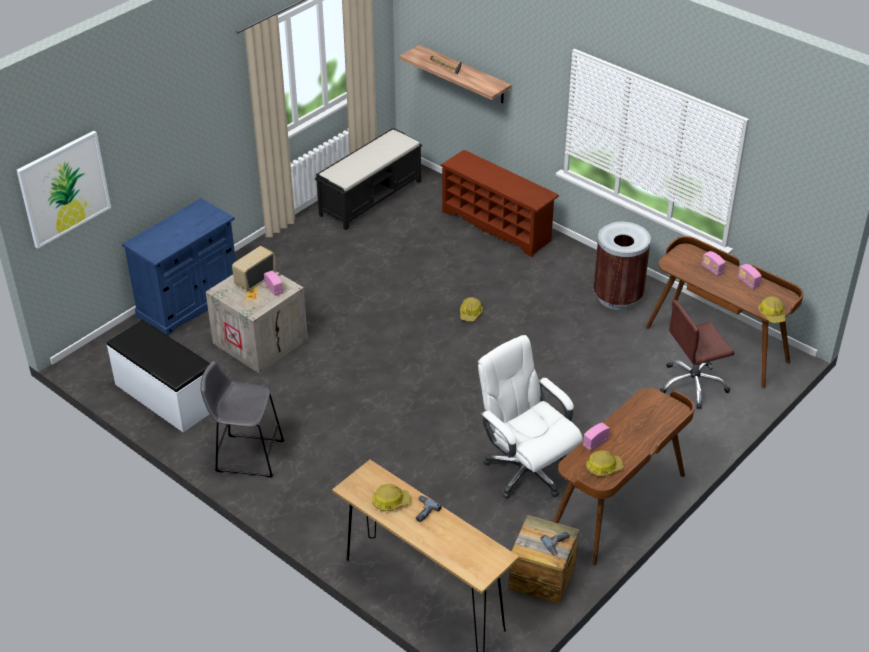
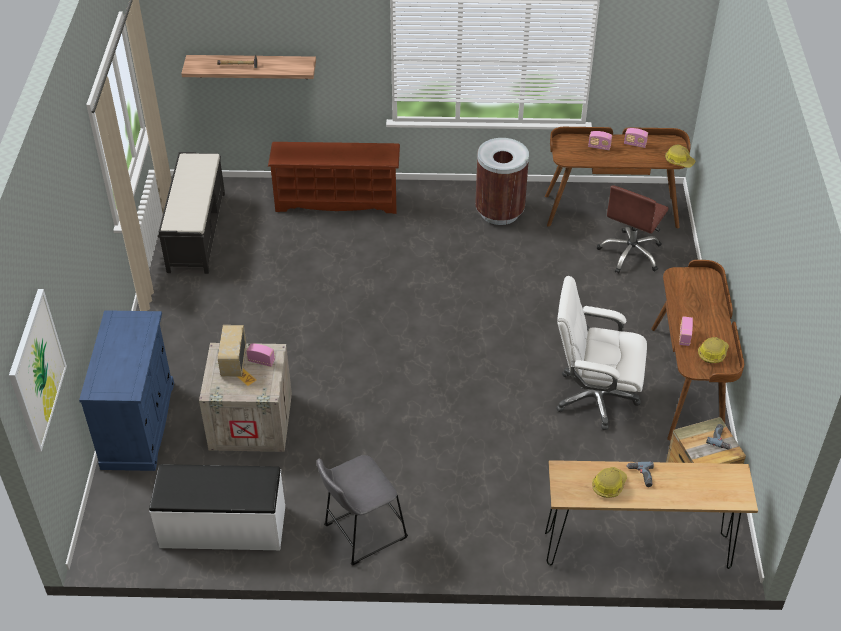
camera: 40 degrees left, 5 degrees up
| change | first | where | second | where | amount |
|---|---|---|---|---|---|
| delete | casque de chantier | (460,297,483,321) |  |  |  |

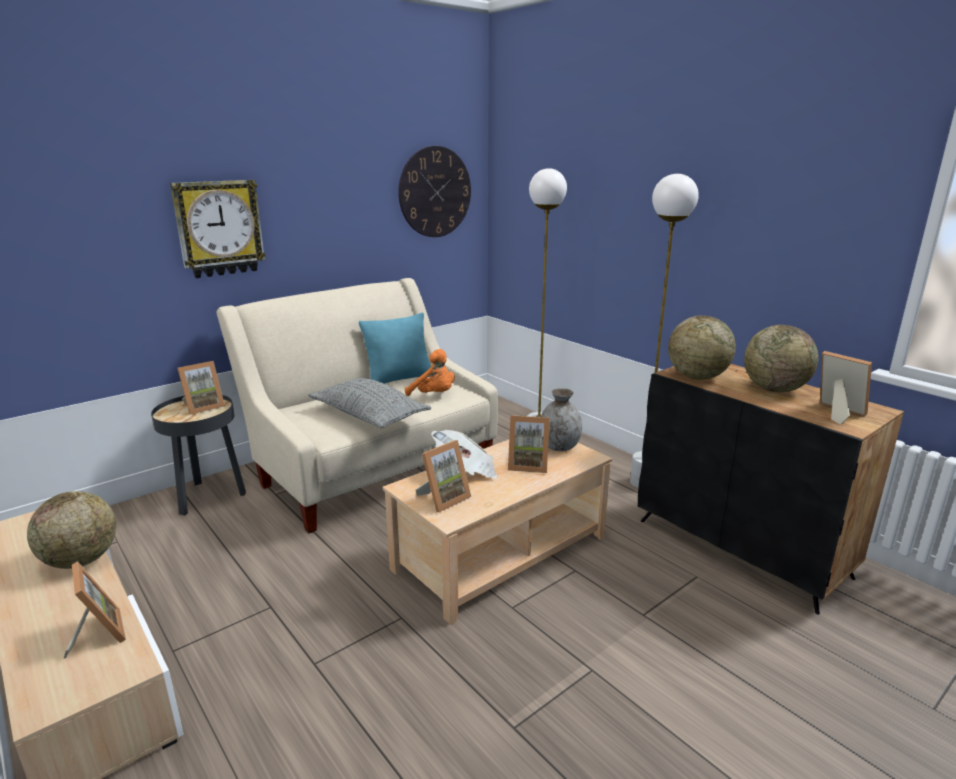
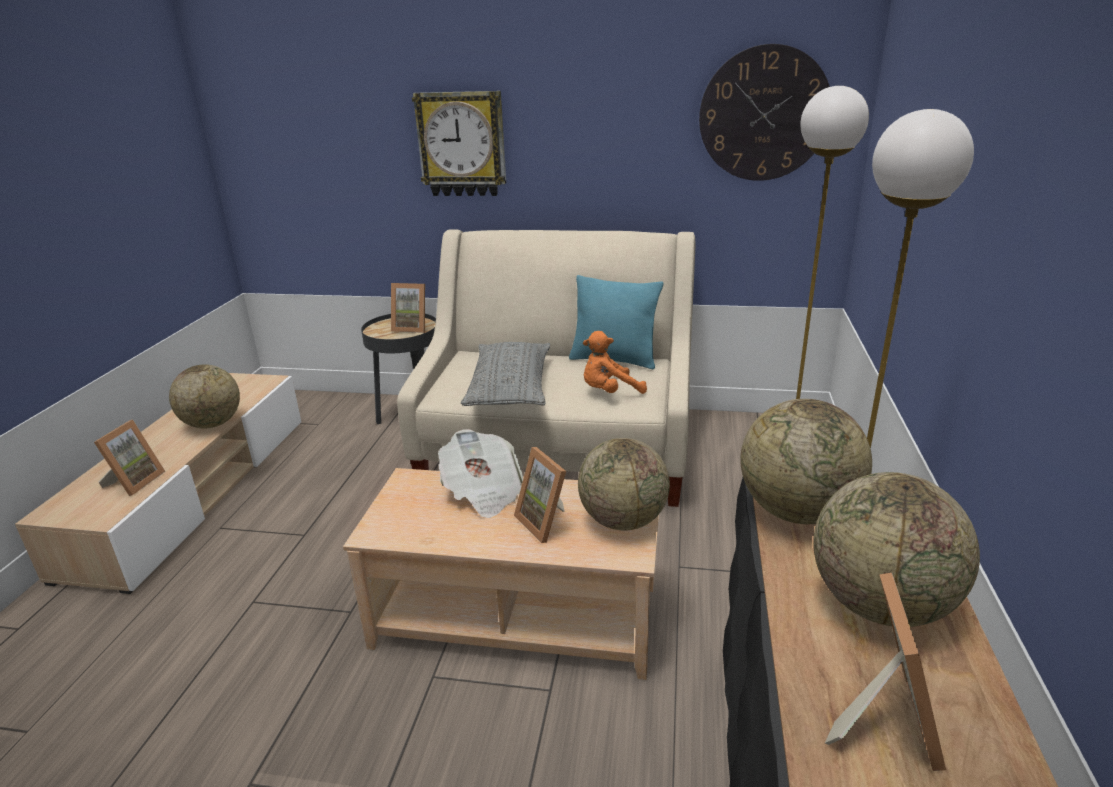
camera: 50 degrees right, 5 degrees up
| change | first | where | second | where | amount |
|---|---|---|---|---|---|
| rotate | peluche/orange | (405,349,455,396) |  | (583,331,647,394) | 75 degrees clockwise |
| replace | vase/gris | (541,388,582,451) | globe | (578,438,670,530) |  |
| delete | cadre photo | (415,440,471,512) |  |  |  |

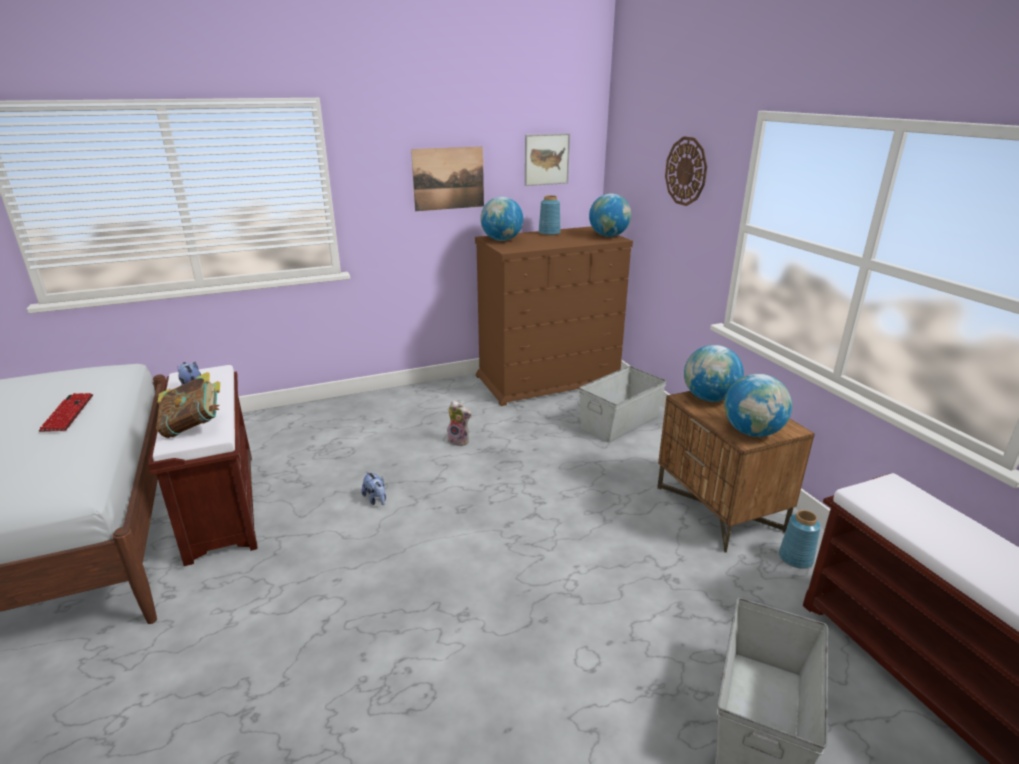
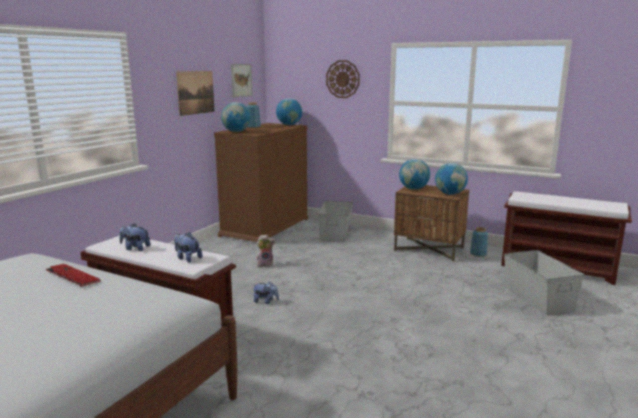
camera: 40 degrees left, 10 degrees down
| change | first | where | second | where | amount |
|---|---|---|---|---|---|
| replace | livre | (156,372,220,438) | peluche | (174,232,203,263) |  |

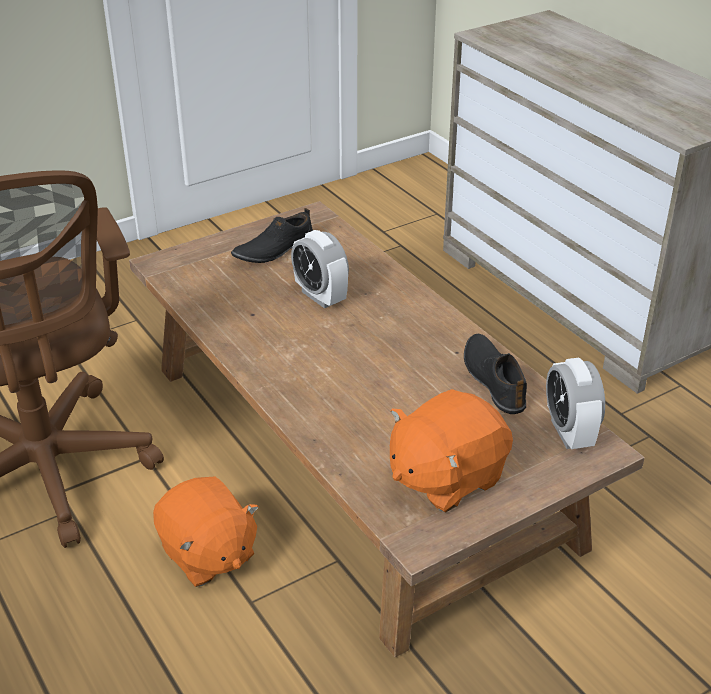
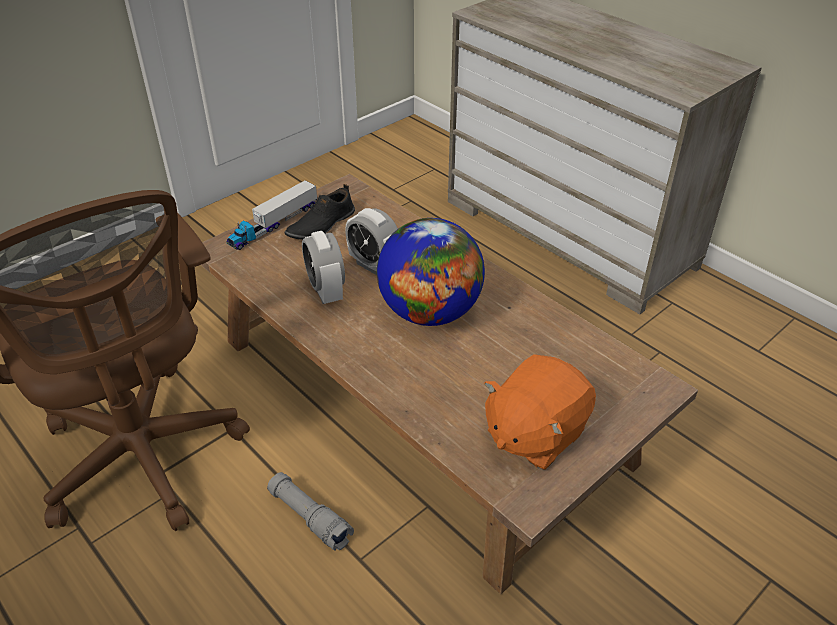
camera: 10 degrees left, 5 degrees up
| change | first | where | second | where | amount |
|---|---|---|---|---|---|
| delete | chaussure/noir | (464,334,527,414) |  |  |  |
| move | réveil | (546,358,605,449) |  | (302,231,345,304) |  |
| replace | peluche/orange | (153,476,259,587) | lampe de poche/gris | (267,472,354,551) |  |
| insert |  |  | camion jouet | (227,181,317,250) |  |
| insert |  |  | globe | (377,218,485,326) |  |

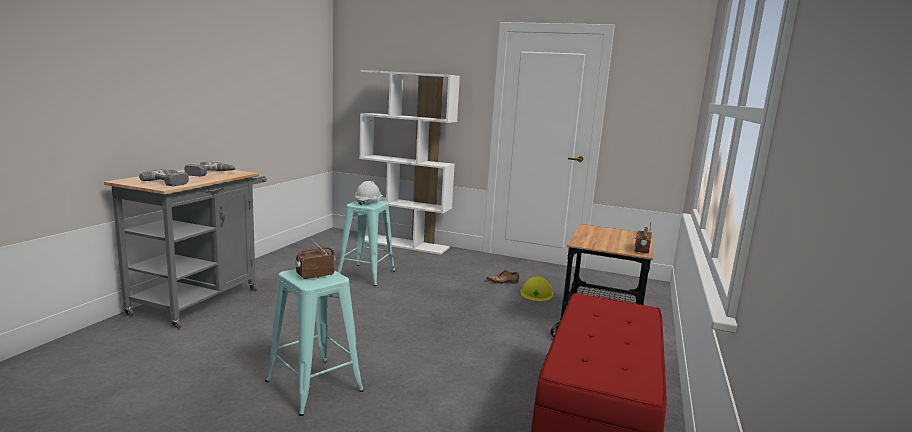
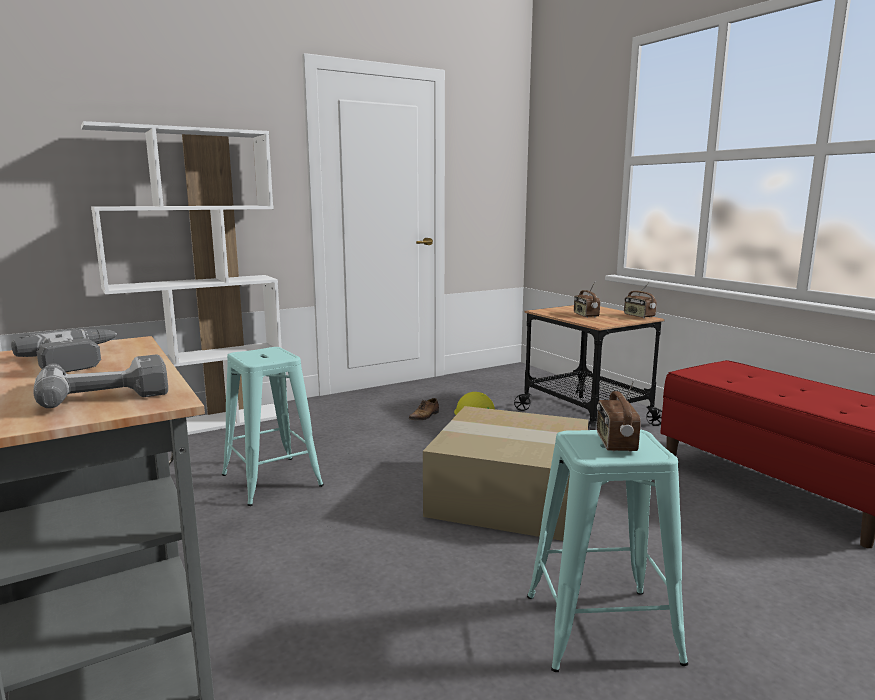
camera: 50 degrees left, 0 degrees up
| change | first | where | second | where | amount |
|---|---|---|---|---|---|
| delete | casque de chantier/blanc | (355,181,383,205) |  |  |  |
| insert |  |  | radio | (574,282,600,318) |  |
| insert |  |  | carton | (423,406,588,541) |  |

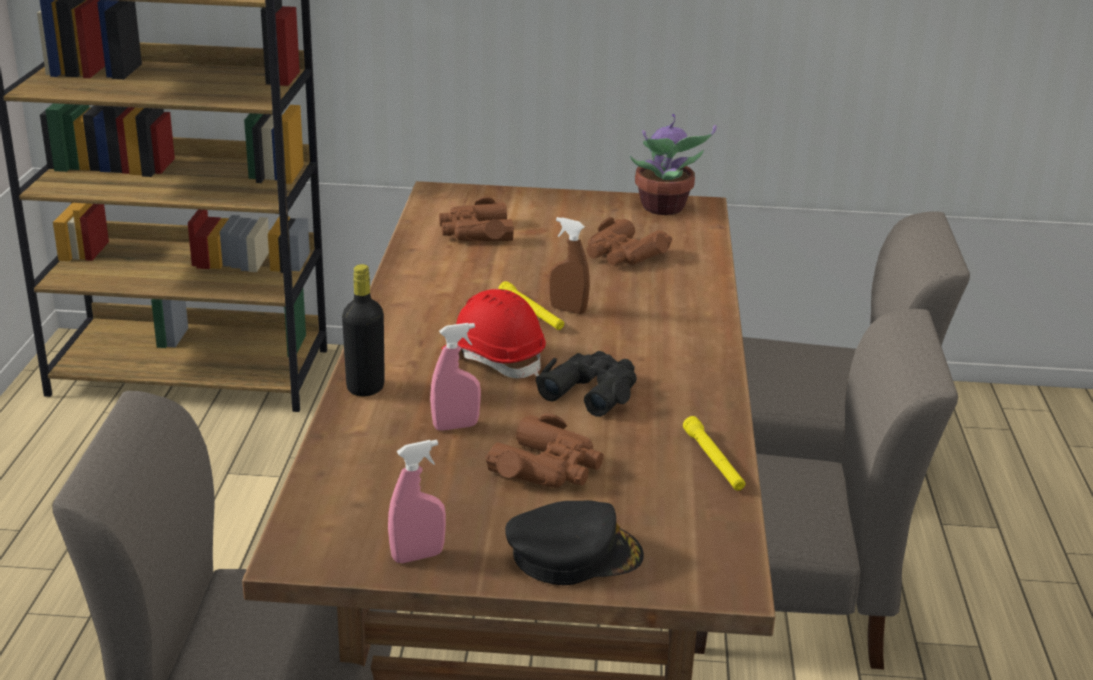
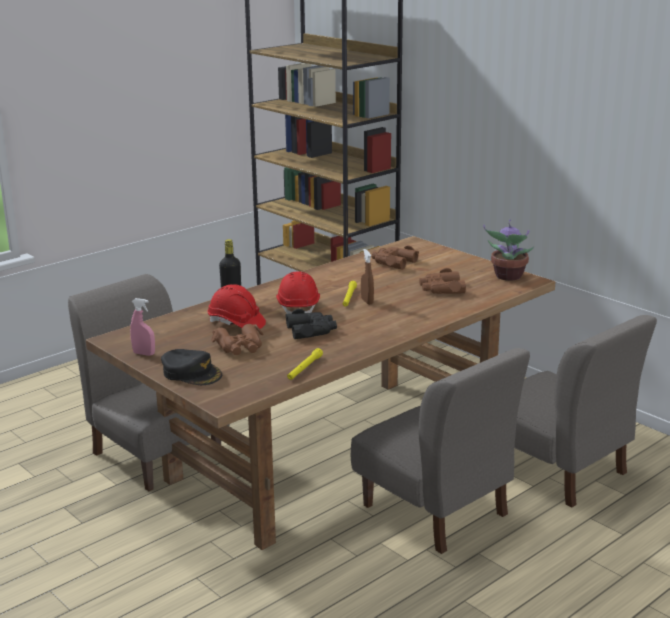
camera: 45 degrees right, 5 degrees down
| change | first | where | second | where | amount |
|---|---|---|---|---|---|
| replace | vaporisateur/rose | (430,323,481,431) | casque de chantier/rouge | (208,284,266,329) |  |

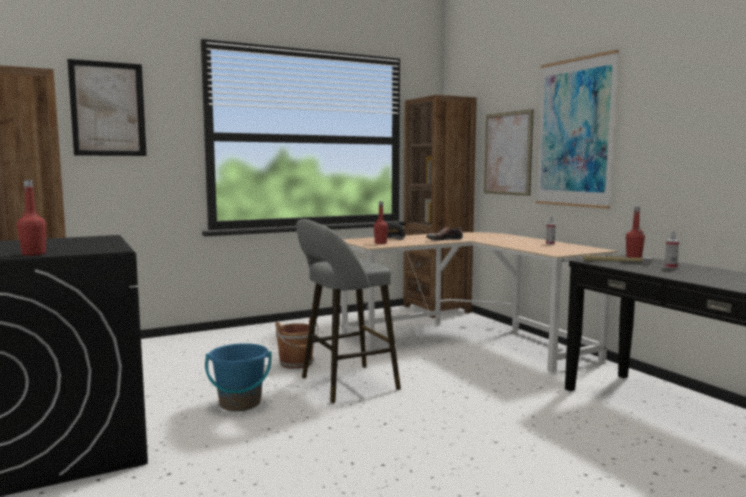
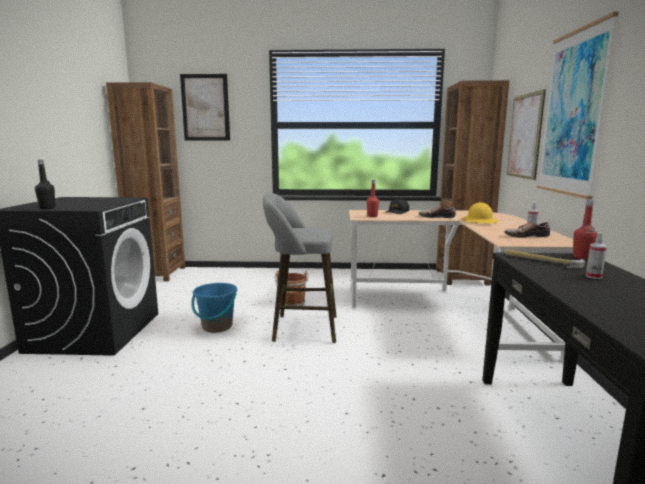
camera: 30 degrees right, 5 degrees up
| change | first | where | second | where | amount |
|---|---|---|---|---|---|
| recolor | bouteille/rouge | (17,180,46,256) | bouteille/noir | (35,160,55,209) |  |
| insert |  |  | casque de chantier/jaune | (461,202,499,223) |  |
| insert |  |  | chaussure | (505,222,550,238) |  |

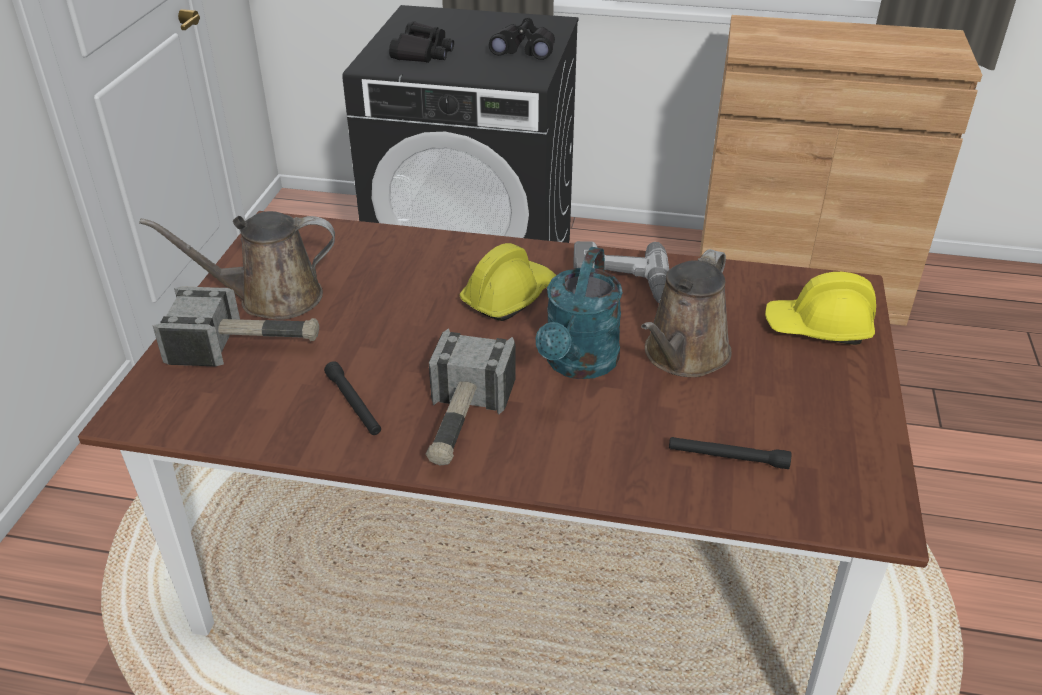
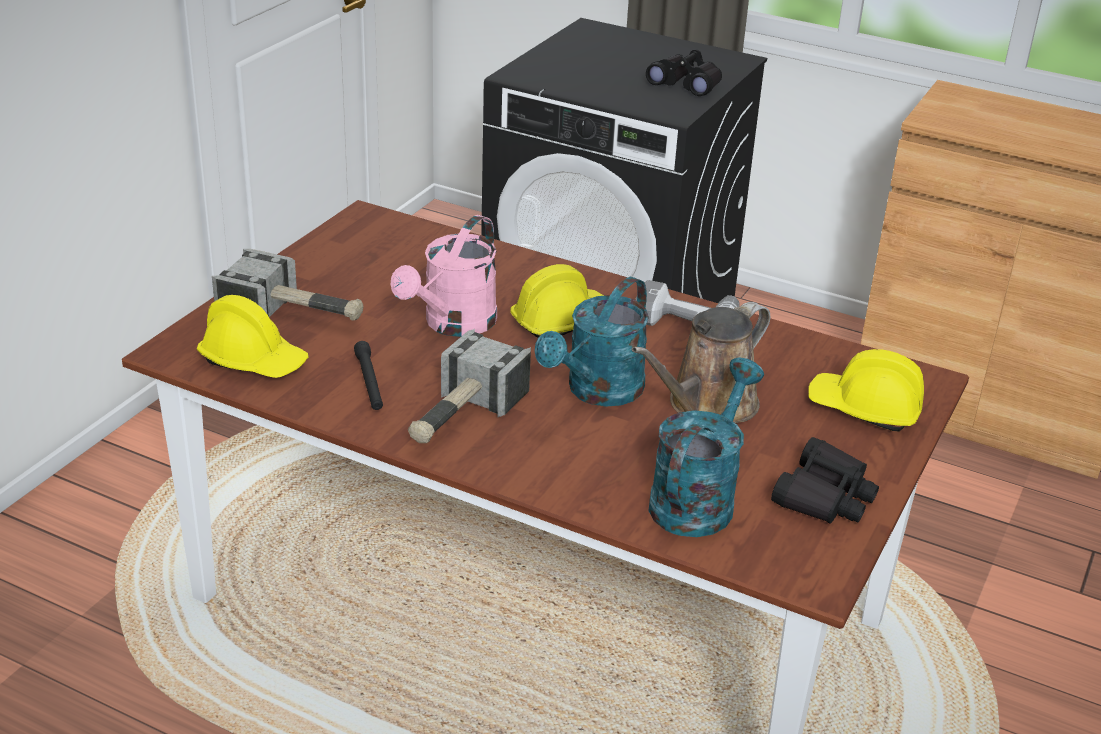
camera: 15 degrees right, 5 degrees down
| change | first | where | second | where | amount |
|---|---|---|---|---|---|
| move | jumelles/noir | (389,21,454,63) |  | (771,437,879,523) |  |
| delete | arrosoir/marron | (139,211,335,320) |  |  |  |
| replace | lampe de poche/noir | (669,437,791,469) | arrosoir/turquoise | (649,357,764,537) |  |
| insert |  |  | arrosoir/rose | (391,215,497,337) |  |
| insert |  |  | casque de chantier/jaune | (197,295,308,378) |  |

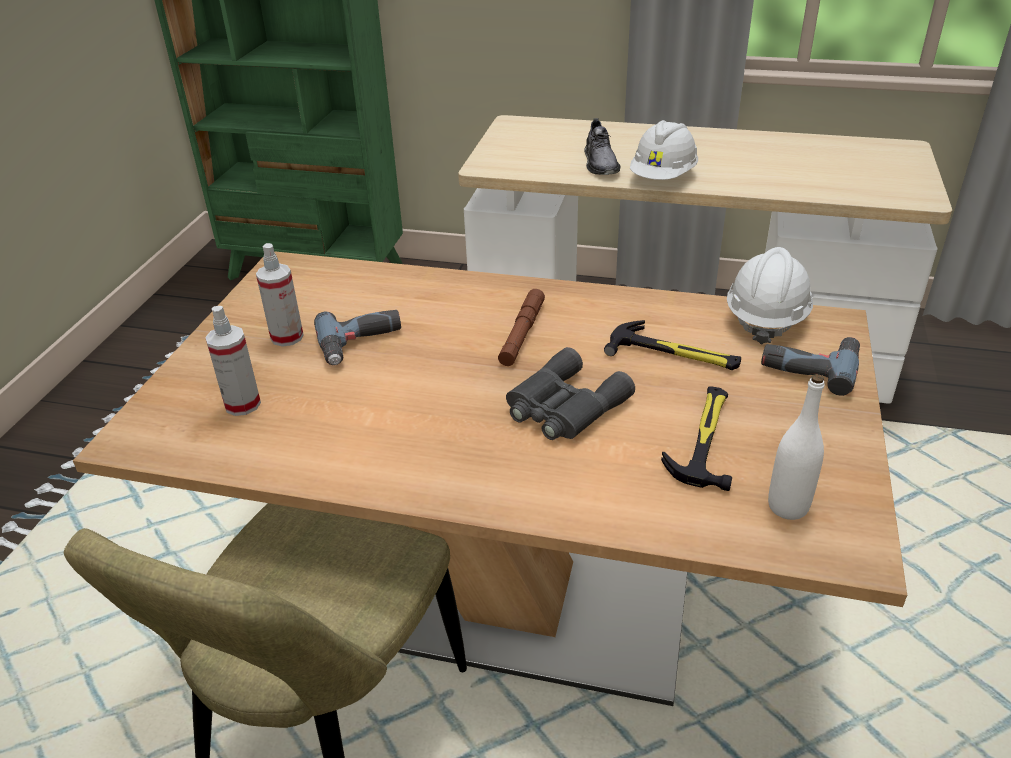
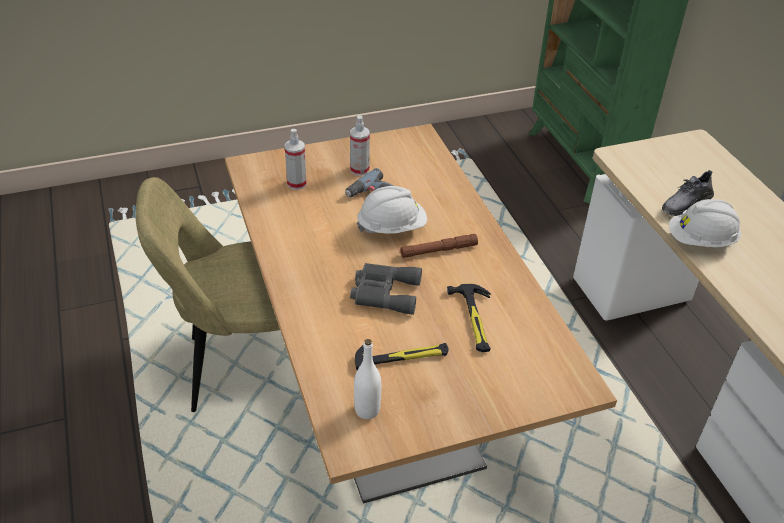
camera: 55 degrees right, 5 degrees up
| change | first | where | second | where | amount |
|---|---|---|---|---|---|
| move | casque de chantier/blanc | (727,247,813,344) |  | (357,186,427,234) |  |
| delete | perceuse | (761,337,860,396) |  |  |  |

